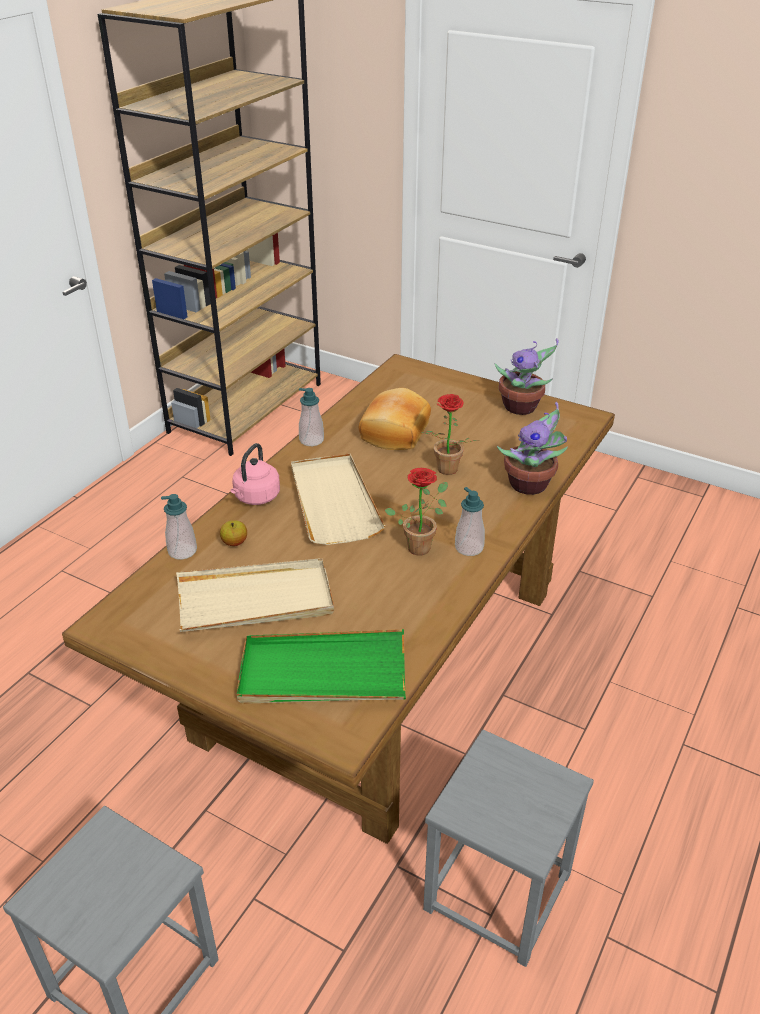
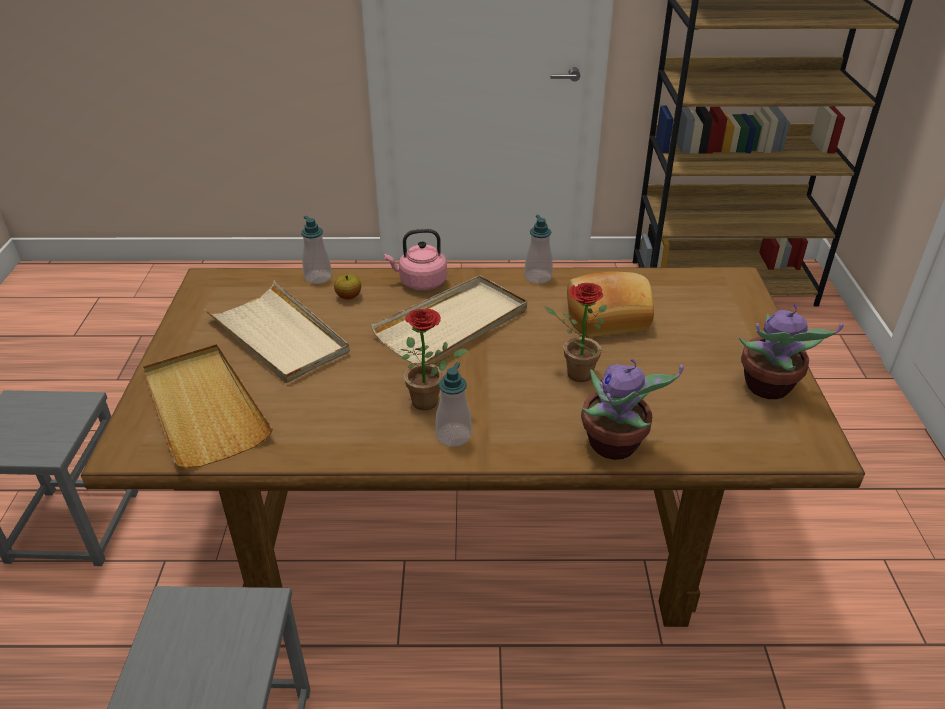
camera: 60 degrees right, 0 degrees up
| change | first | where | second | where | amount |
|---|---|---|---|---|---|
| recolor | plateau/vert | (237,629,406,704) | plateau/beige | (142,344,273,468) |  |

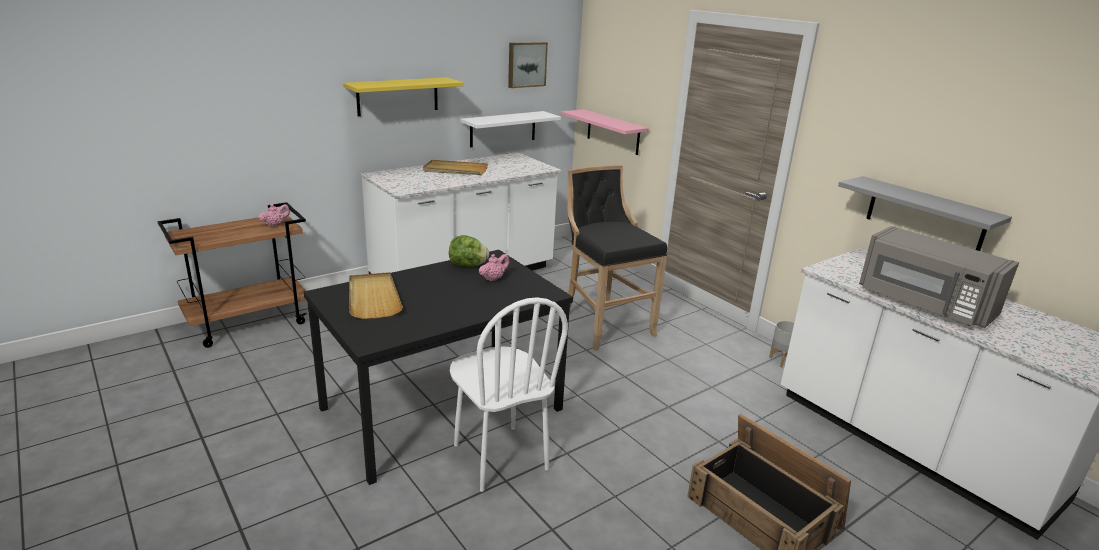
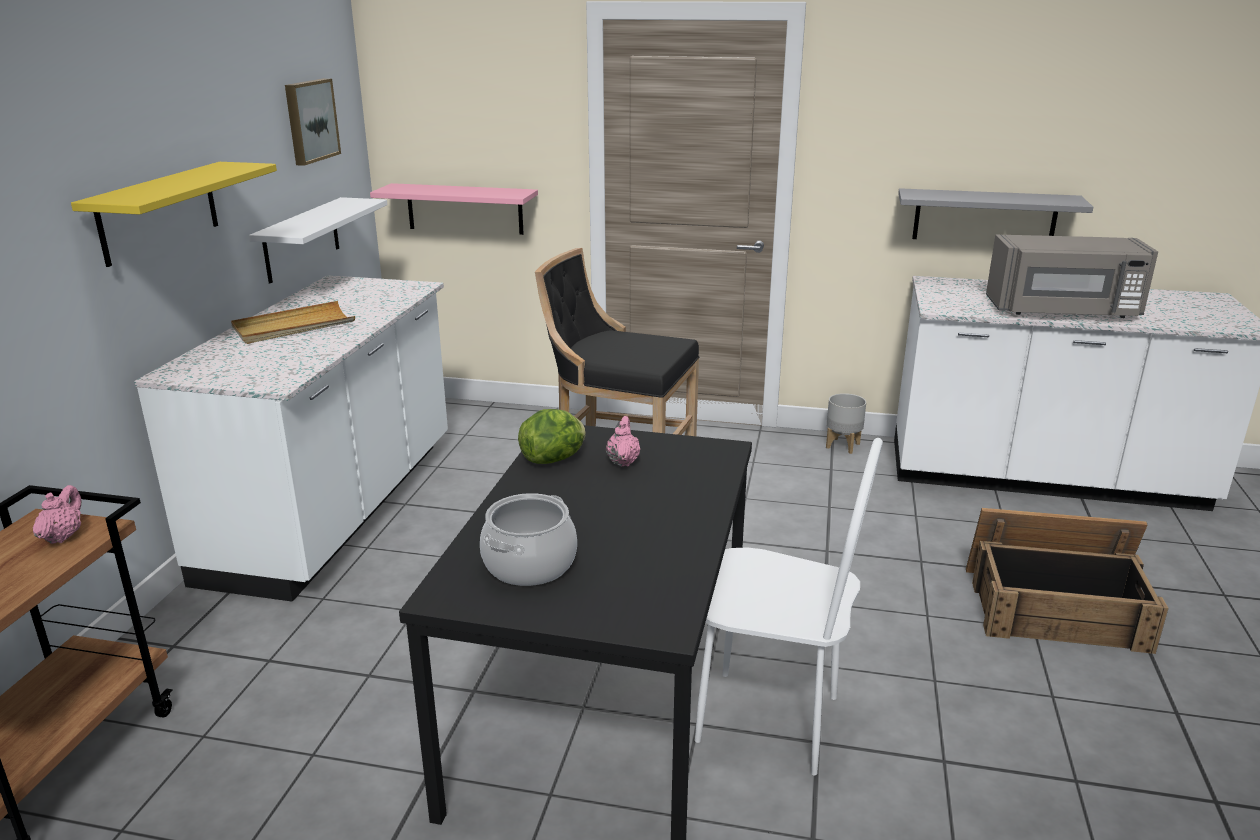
camera: 40 degrees left, 0 degrees up
| change | first | where | second | where | amount |
|---|---|---|---|---|---|
| replace | plateau/beige | (349,272,403,319) | marmite | (480,493,577,586) |  |

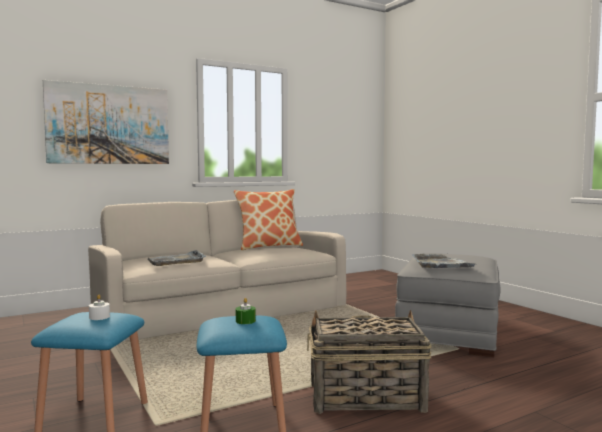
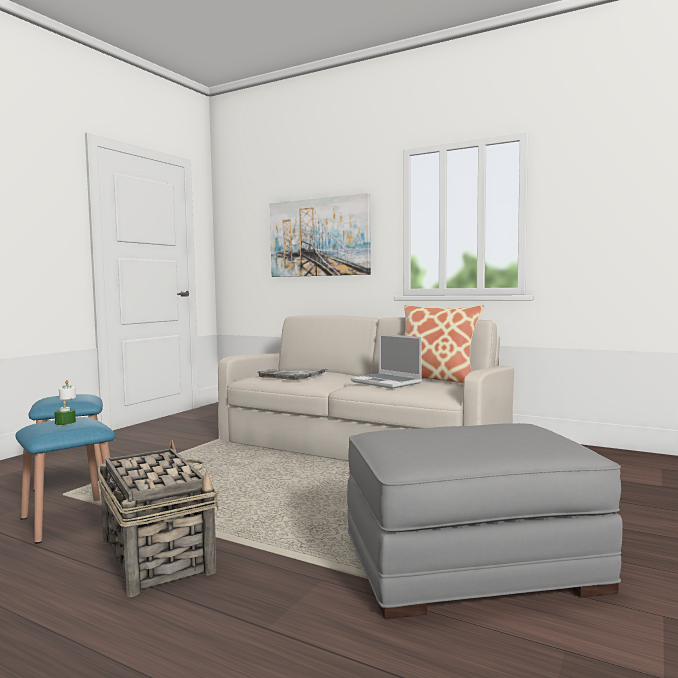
camera: 60 degrees right, 0 degrees up
| change | first | where | second | where | amount |
|---|---|---|---|---|---|
| delete | plateau/gris | (412,254,475,268) |  |  |  |
| insert |  |  | ordinateur portable | (351,334,422,389) |  |

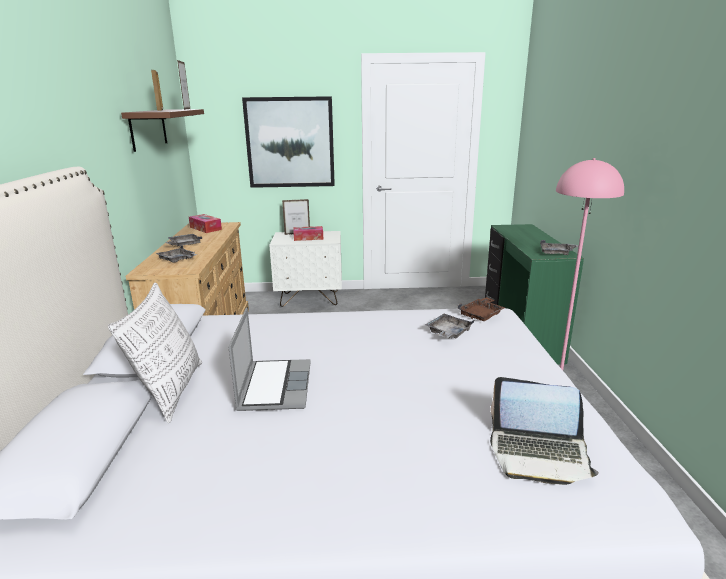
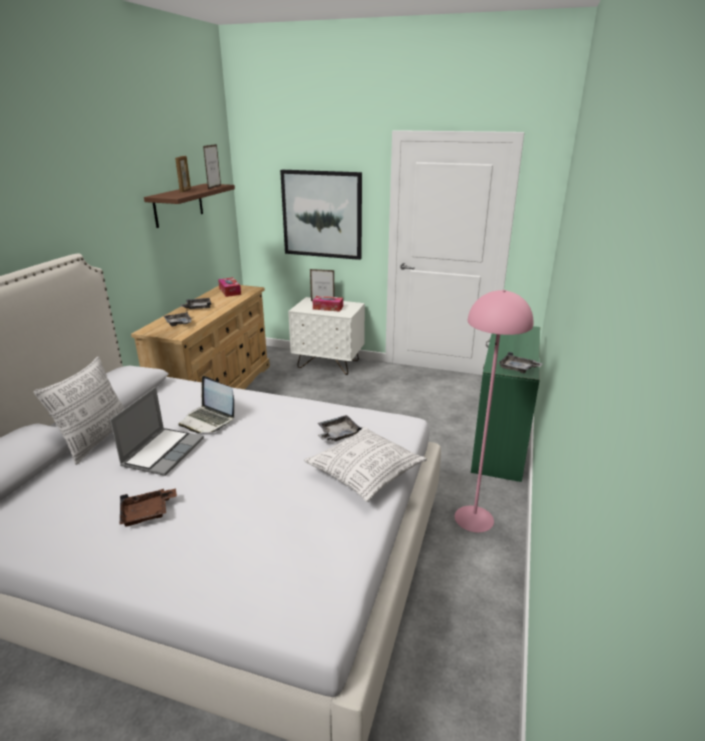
camera: 20 degrees right, 5 degrees up
| change | first | where | second | where | amount |
|---|---|---|---|---|---|
| move | plateau/marron | (458,297,506,321) |  | (120,489,177,527) |  |
| move | ordinateur portable | (490,377,599,485) |  | (179,376,234,433) |  |
| insert |  |  | coussin | (304,427,427,502) |  |

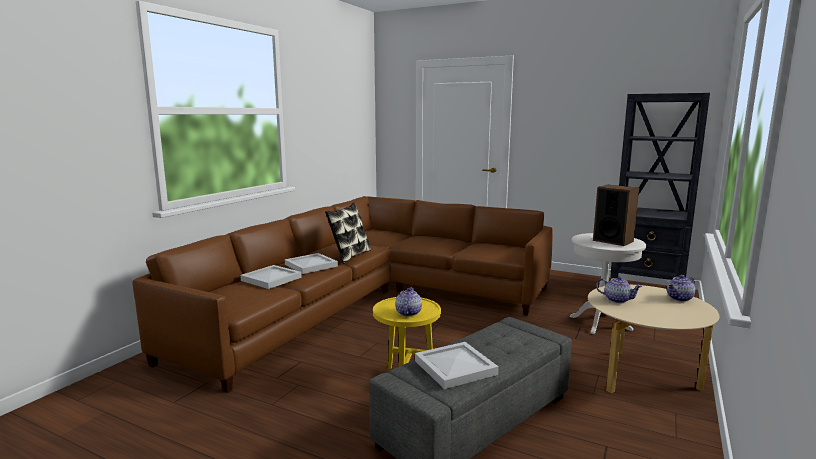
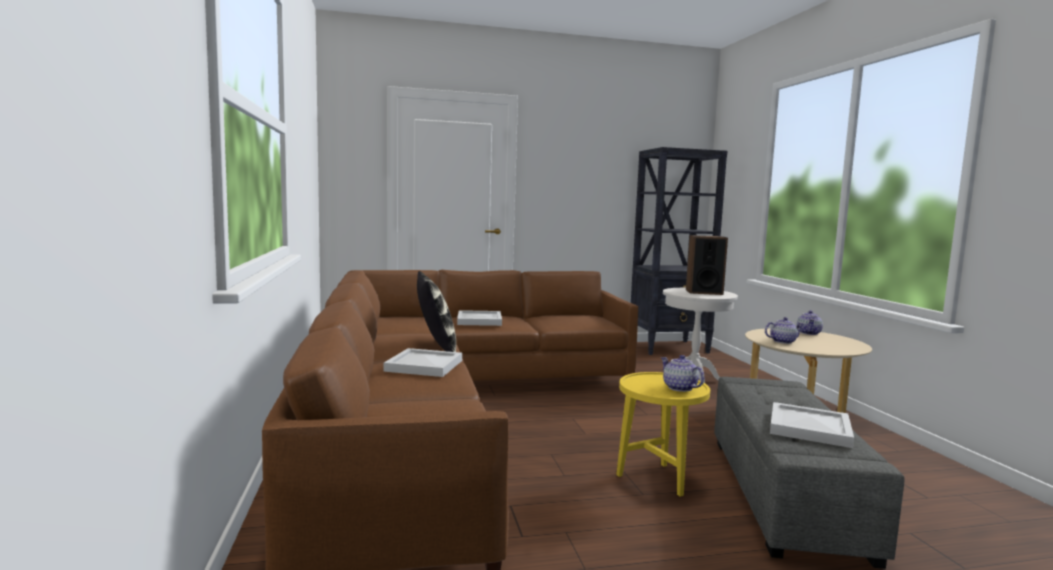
camera: 40 degrees left, 5 degrees down
| change | first | where | second | where | amount |
|---|---|---|---|---|---|
| move | plateau/blanc | (240,265,302,289) |  | (457,310,502,326) |  |

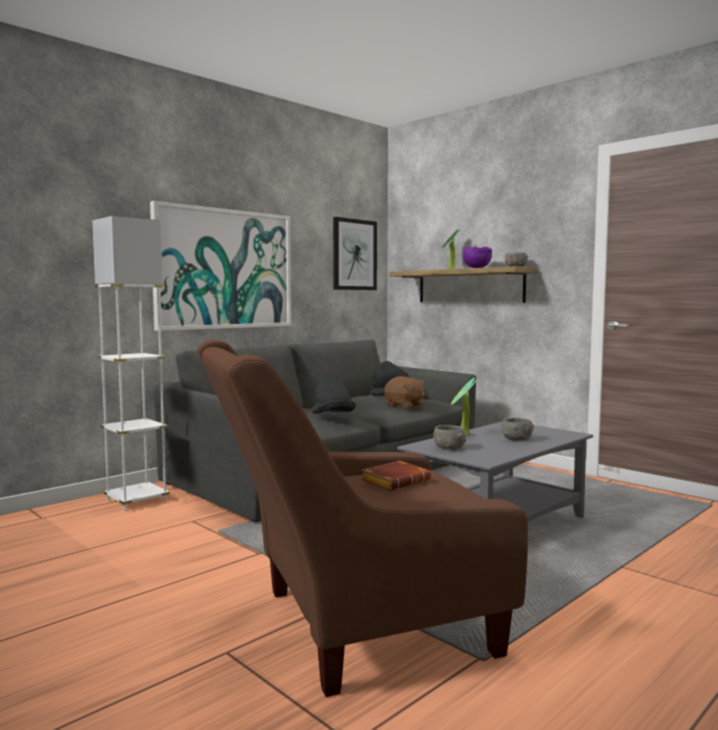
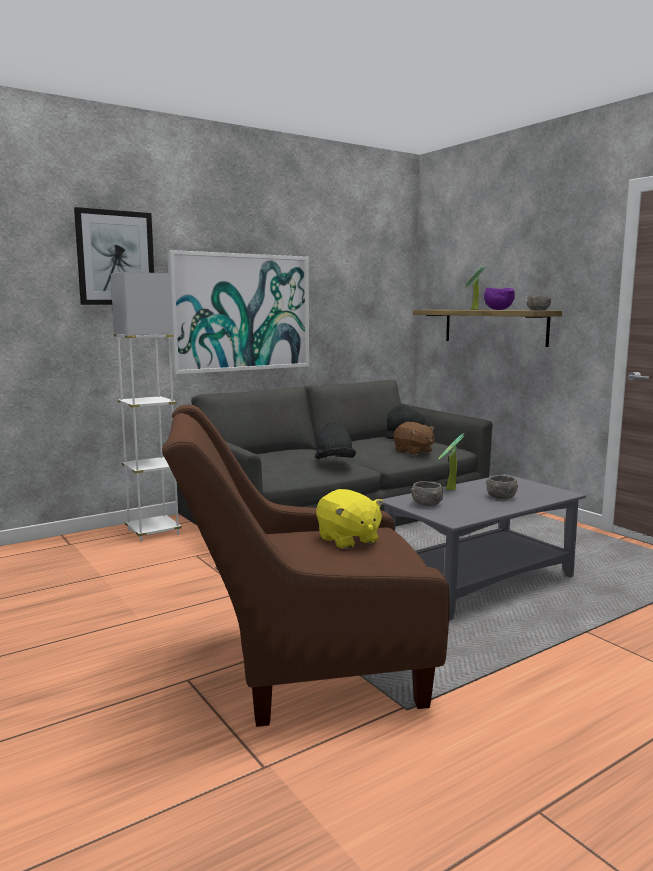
camera: 10 degrees right, 5 degrees up
| change | first | where | second | where | amount |
|---|---|---|---|---|---|
| move | tableau | (333,217,377,290) |  | (74,207,154,305) |  |
| replace | livre/marron | (361,461,431,491) | peluche/jaune | (316,489,383,549) |  |

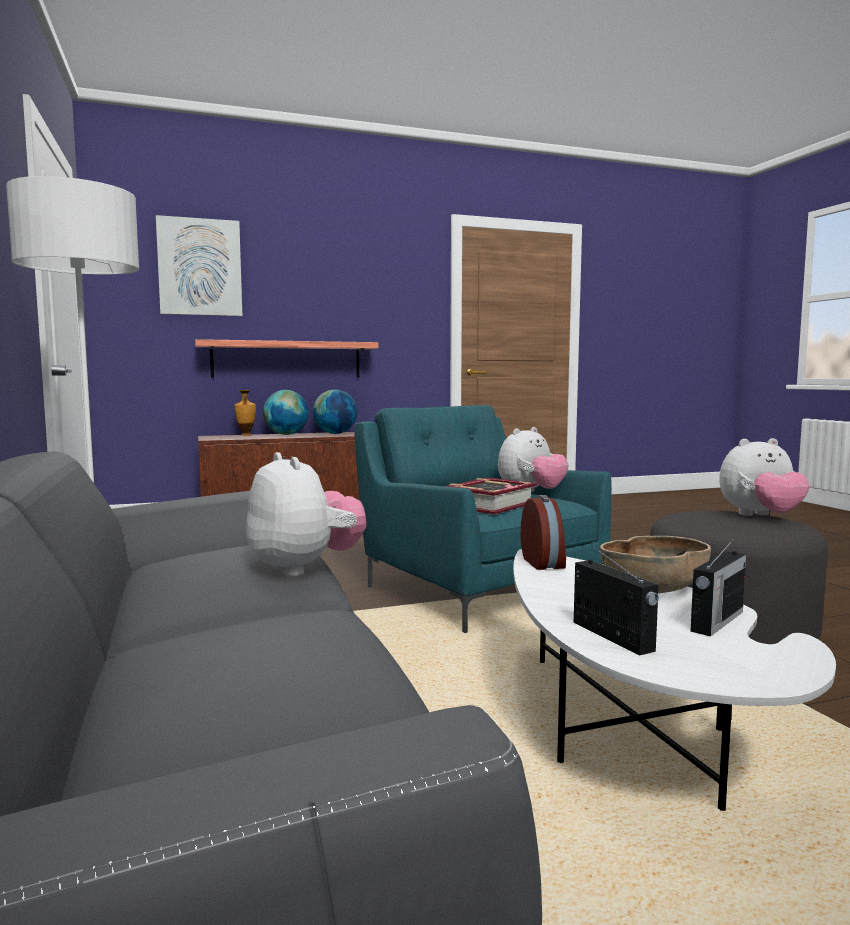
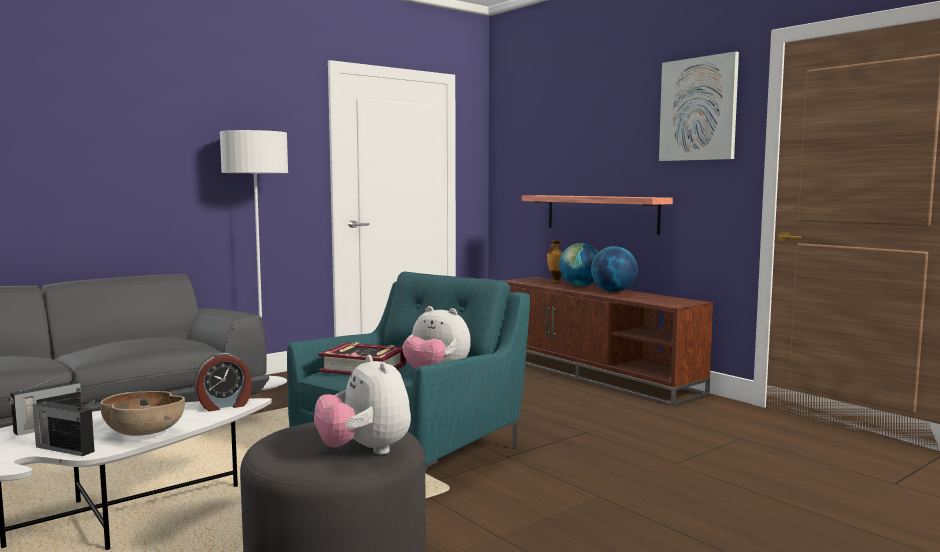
camera: 70 degrees right, 0 degrees up
| change | first | where | second | where | amount |
|---|---|---|---|---|---|
| move | tableau | (156,215,242,316) |  | (659,51,739,161) |  |
| delete | peluche | (246,452,366,577) |  |  |  |

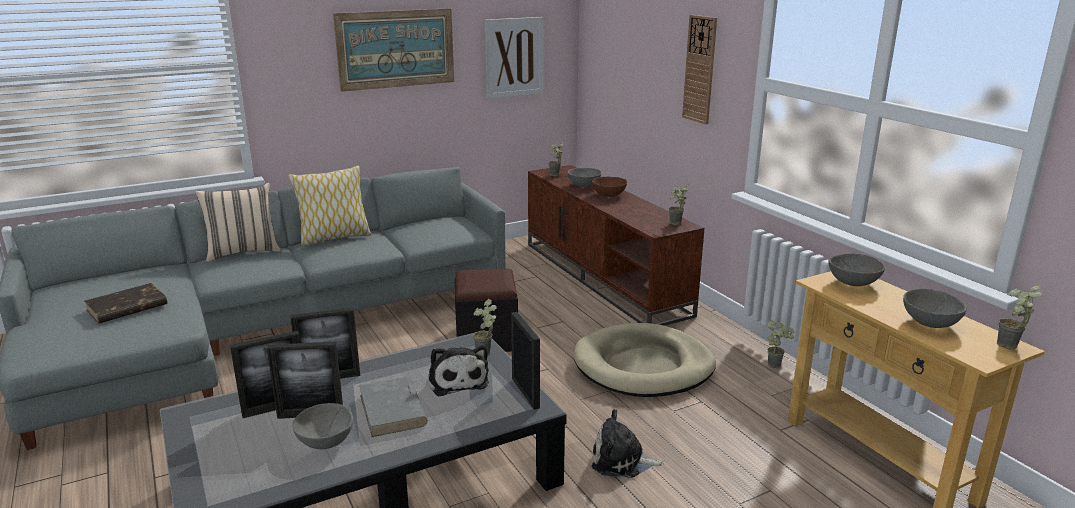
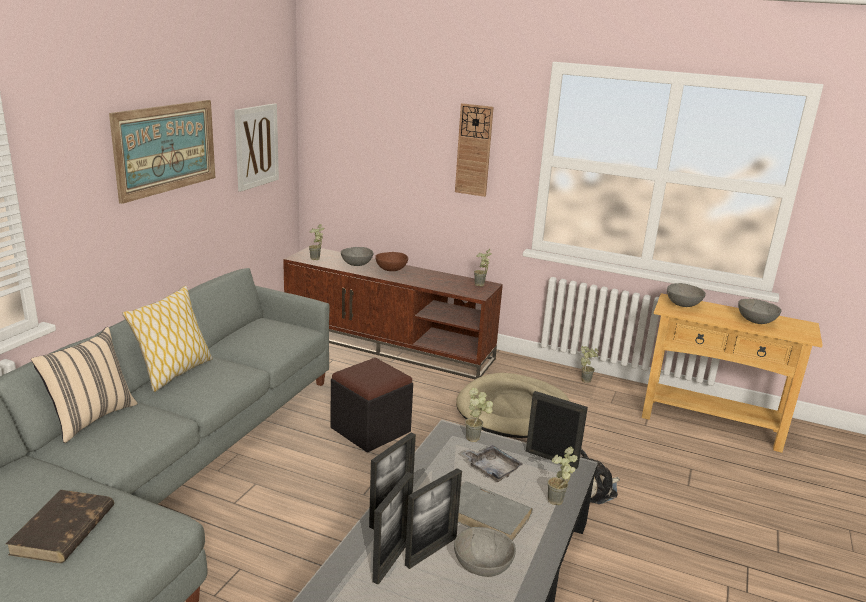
camera: 40 degrees left, 0 degrees up
| change | first | where | second | where | amount |
|---|---|---|---|---|---|
| move | plante en pot | (997,284,1043,350) |  | (548,447,578,505) |  |
| replace | peluche | (429,345,489,397) | plateau/gris | (461,445,523,482) |  |

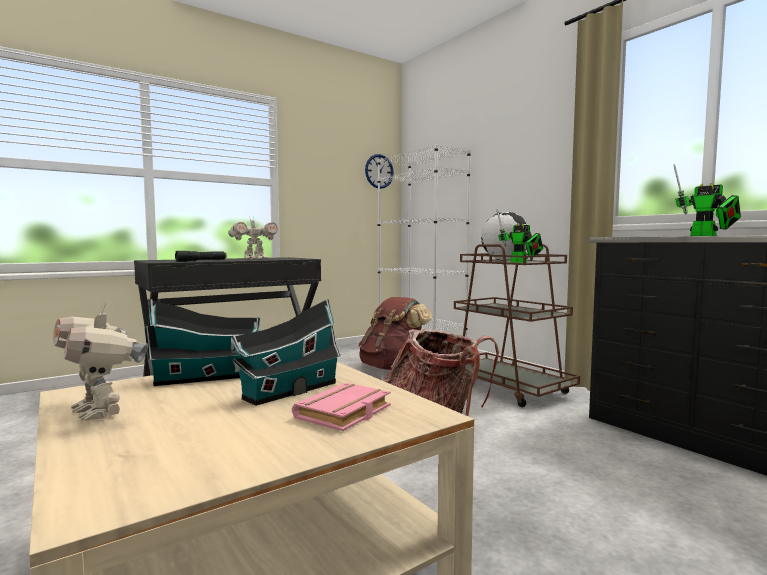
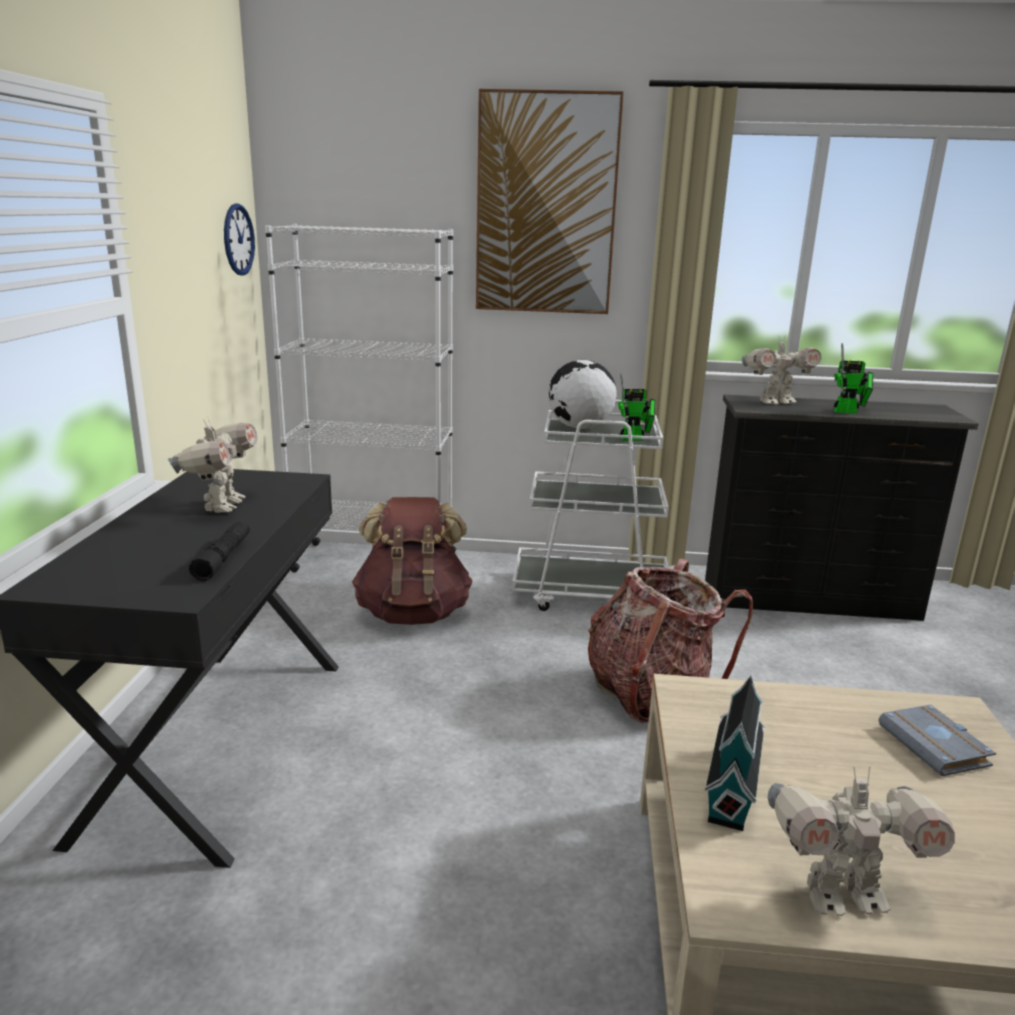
camera: 50 degrees left, 15 degrees up
| change | first | where | second | where | amount |
|---|---|---|---|---|---|
| recolor | chariot/marron | (454,244,580,407) | chariot/blanc | (512,400,669,611) |  |
| delete | maison miniature | (231,298,341,406) |  |  |  |
| recolor | livre/rose | (292,383,391,431) | livre/gris | (878,704,996,776) |  |
| insert |  |  | tableau | (476,89,623,314) |  |
| insert |  |  | robot jouet | (742,339,821,404) |  |

